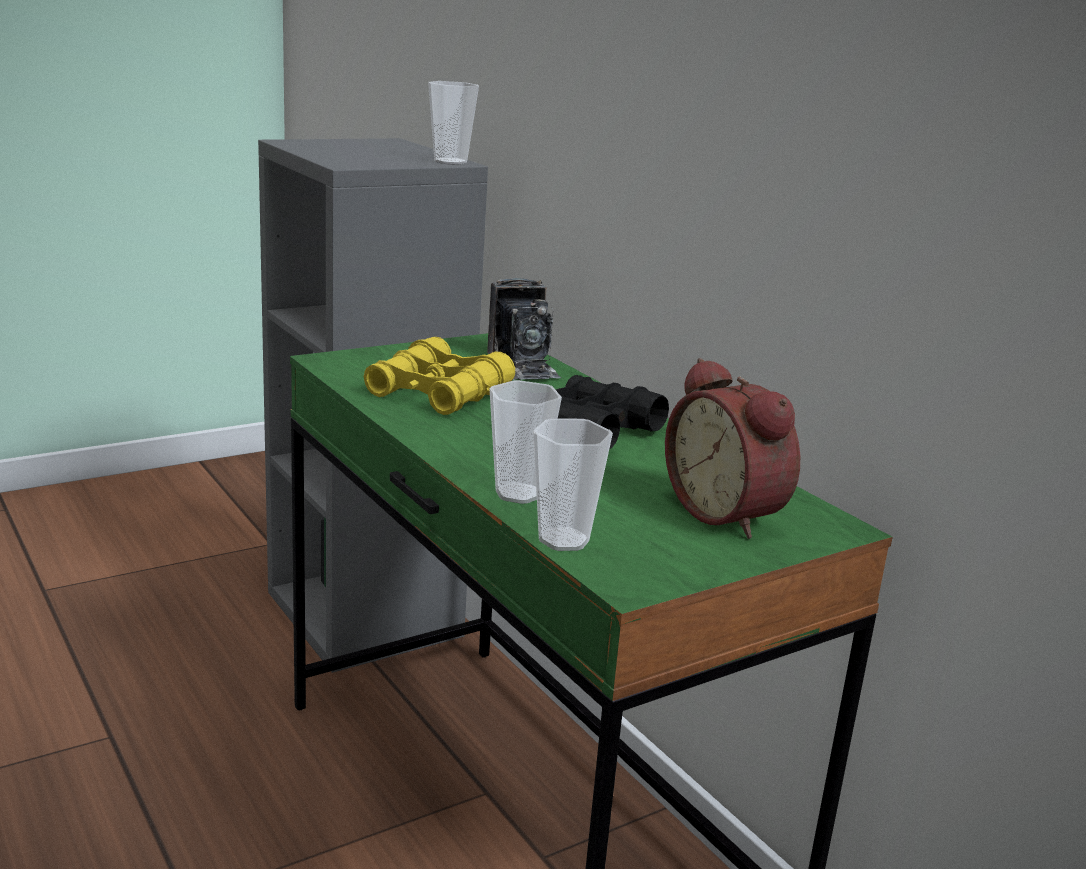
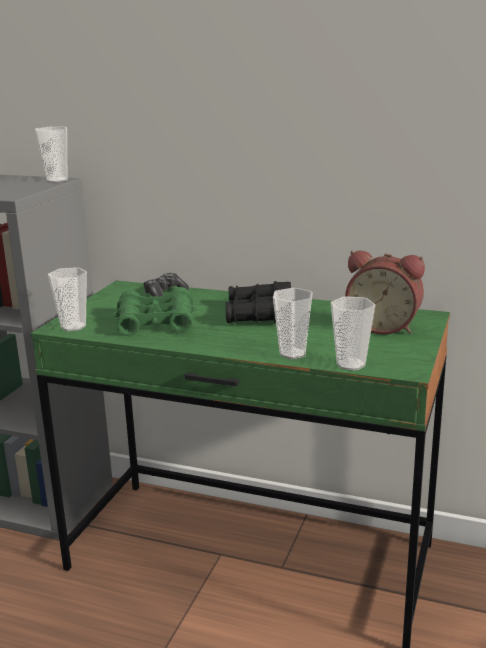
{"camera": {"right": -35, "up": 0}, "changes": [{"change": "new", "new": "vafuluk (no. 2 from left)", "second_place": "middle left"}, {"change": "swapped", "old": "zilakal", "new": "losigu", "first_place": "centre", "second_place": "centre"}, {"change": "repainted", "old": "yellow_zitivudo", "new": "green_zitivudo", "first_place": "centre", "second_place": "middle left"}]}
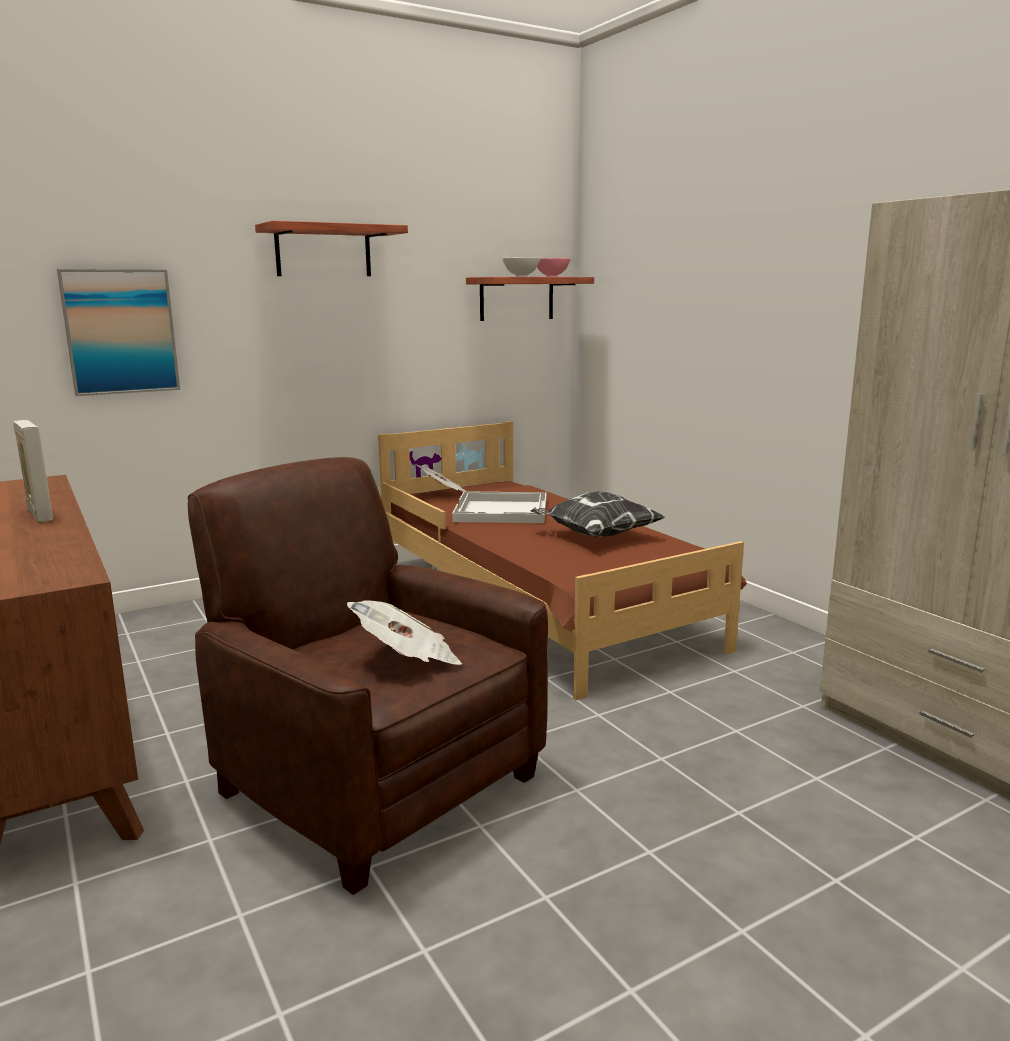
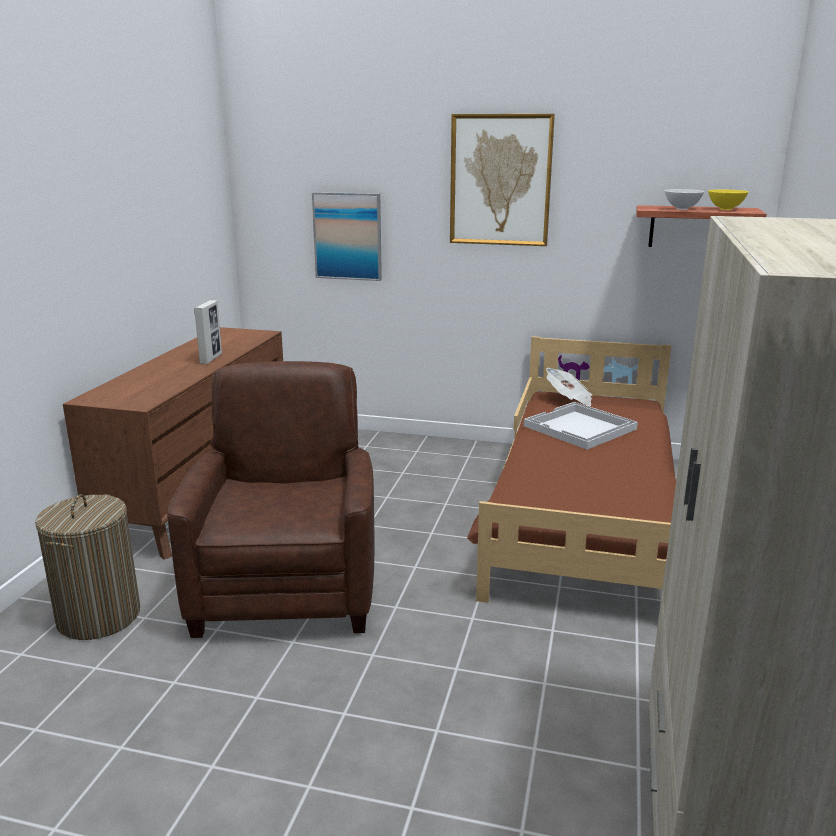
{"camera": {"right": 45, "up": 5}, "changes": [{"change": "gone", "old": "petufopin (no. 1 from left)", "first_place": "centre"}, {"change": "gone", "old": "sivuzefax", "first_place": "centre"}, {"change": "new", "new": "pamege", "second_place": "bottom left"}, {"change": "swapped", "old": "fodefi (no. 1 from left)", "new": "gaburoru (no. 2 from left)", "first_place": "top left", "second_place": "top centre"}, {"change": "repainted", "old": "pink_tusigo", "new": "yellow_tusigo", "first_place": "top centre", "second_place": "top right"}]}
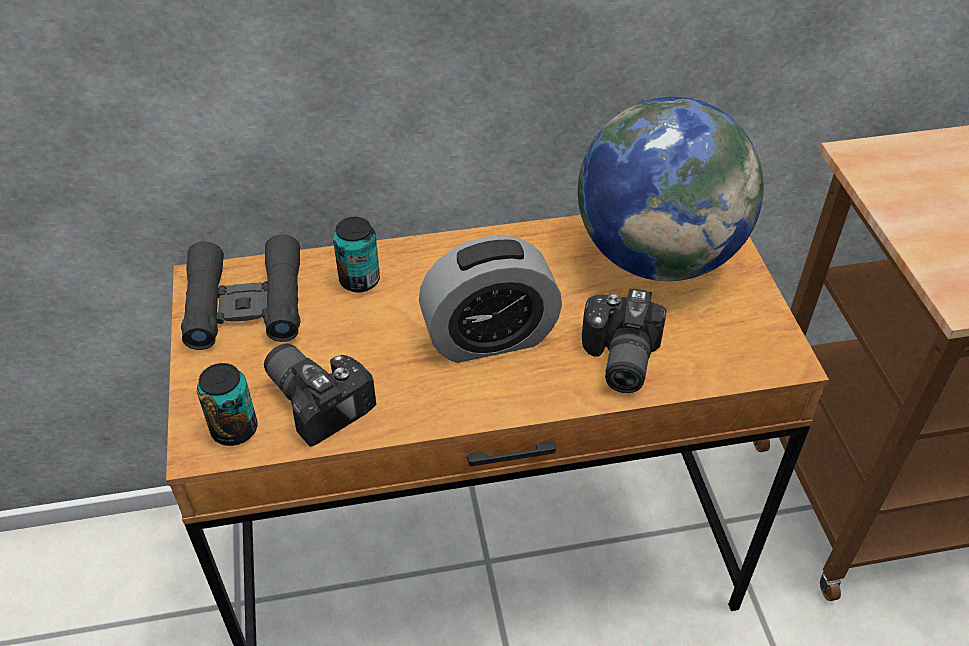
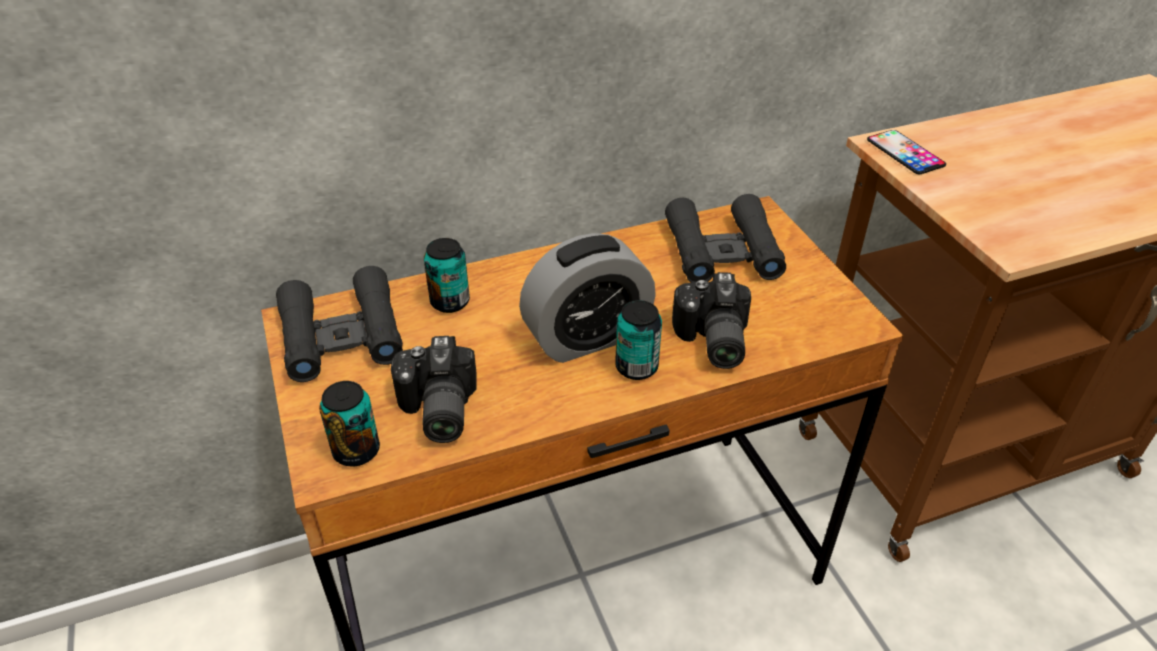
{"camera": {"right": -10, "up": -5}, "changes": [{"change": "new", "new": "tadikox (no. 3 from left)", "second_place": "centre"}, {"change": "new", "new": "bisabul", "second_place": "top right"}, {"change": "swapped", "old": "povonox", "new": "black_zitivudo (no. 2 from left)", "first_place": "top right", "second_place": "centre"}, {"change": "rotated", "old": "zilakal (no. 1 from left)", "first_place": "middle left", "second_place": "centre", "degrees": -135}]}
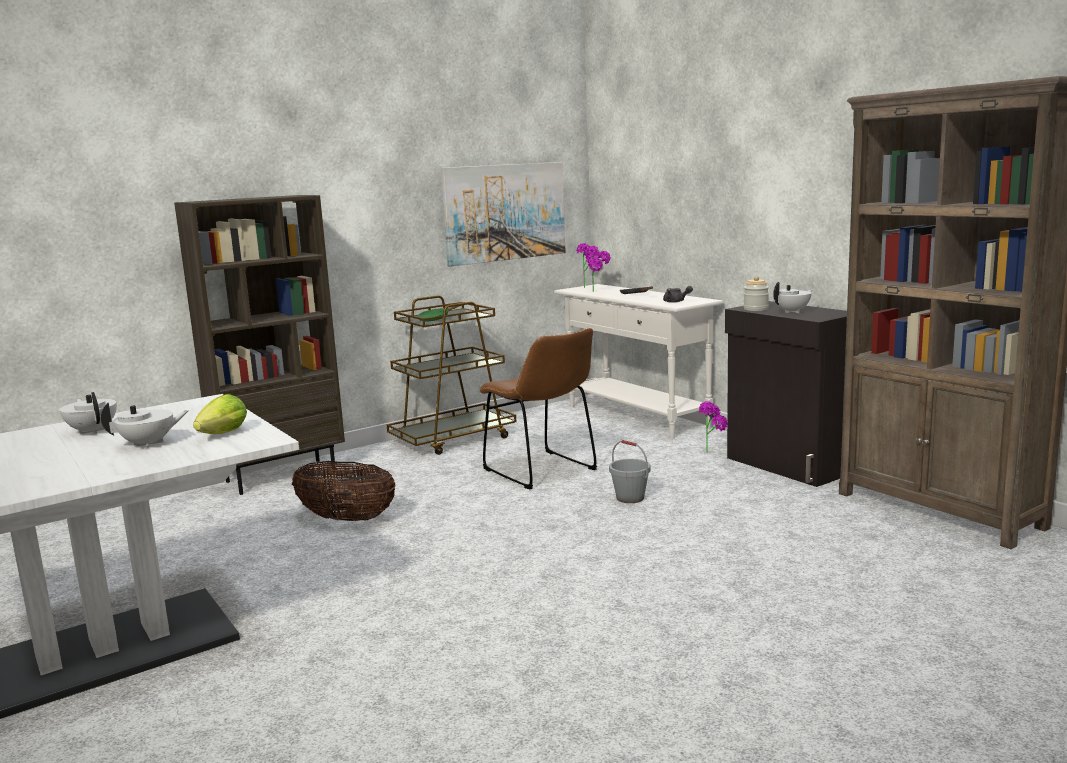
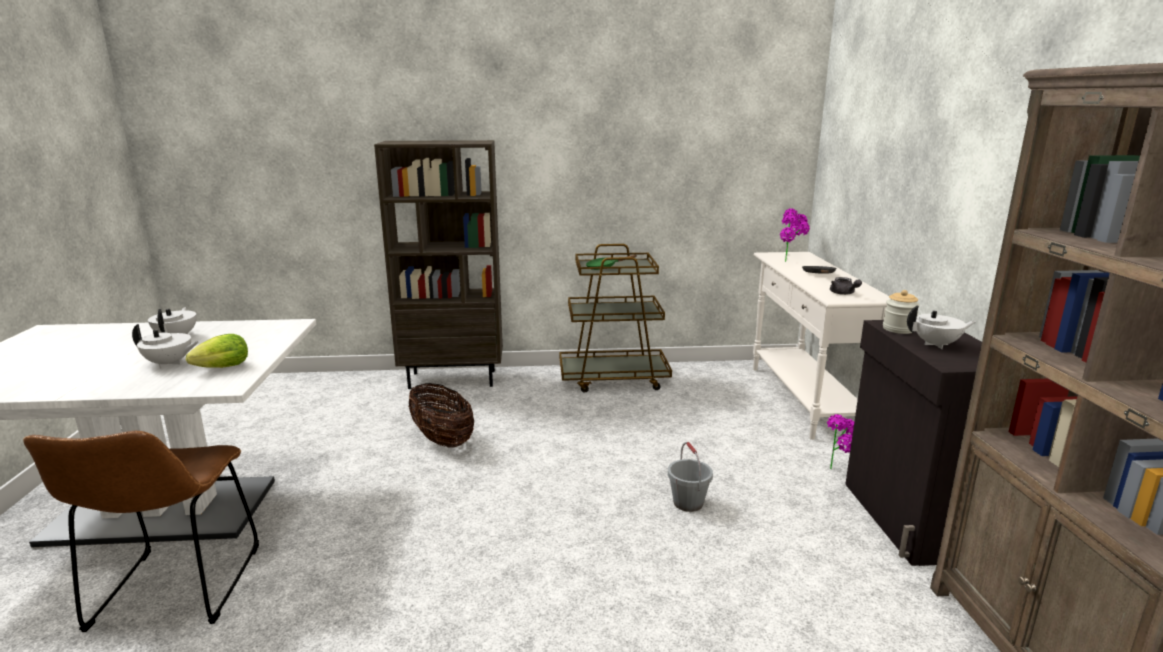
{"camera": {"right": 30, "up": 5}, "changes": [{"change": "gone", "old": "gaburoru", "first_place": "top centre"}, {"change": "shifted", "old": "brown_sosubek", "first_place": "centre", "second_place": "bottom left"}]}
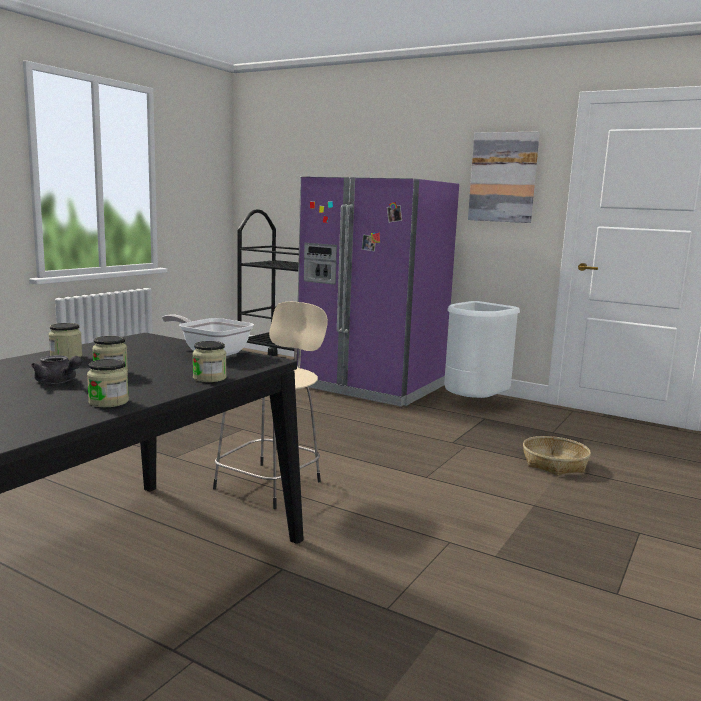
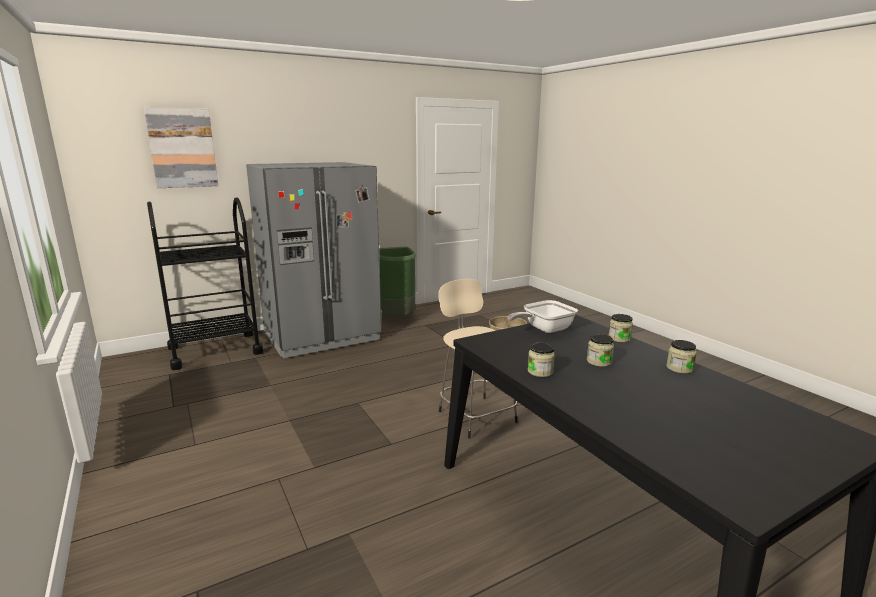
{"camera": {"right": -60, "up": 5}, "changes": [{"change": "gone", "old": "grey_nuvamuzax", "first_place": "middle left"}, {"change": "shifted", "old": "gaburoru", "first_place": "top right", "second_place": "top left"}, {"change": "repainted", "old": "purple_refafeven", "new": "grey_refafeven", "first_place": "centre", "second_place": "centre"}, {"change": "repainted", "old": "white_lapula", "new": "green_lapula", "first_place": "middle right", "second_place": "centre"}]}
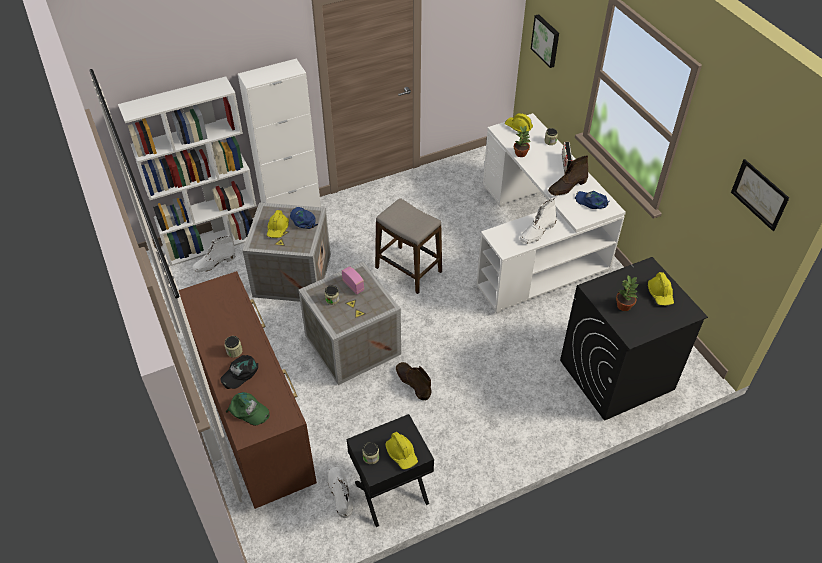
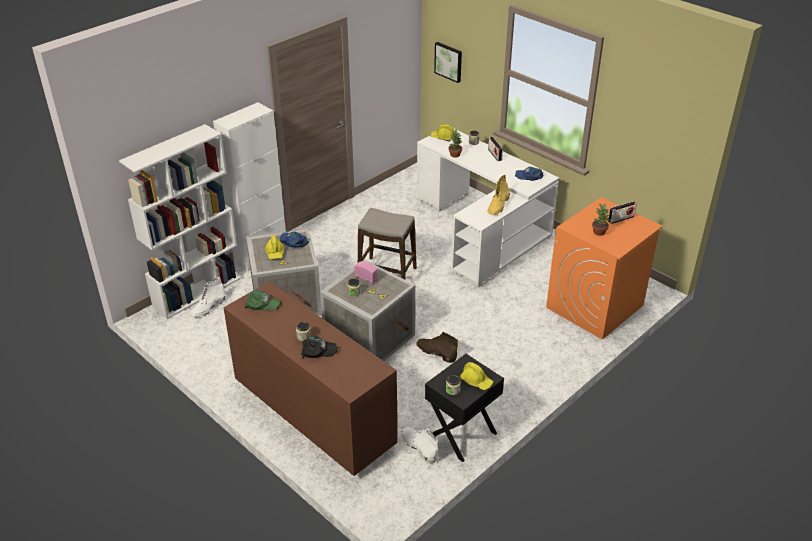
{"camera": {"right": -20, "up": -10}, "changes": [{"change": "gone", "old": "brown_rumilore (no. 2 from left)", "first_place": "top right"}, {"change": "gone", "old": "gaburoru (no. 2 from left)", "first_place": "middle right"}, {"change": "shifted", "old": "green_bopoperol", "first_place": "bottom left", "second_place": "middle left"}, {"change": "swapped", "old": "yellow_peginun (no. 4 from left)", "new": "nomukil (no. 3 from left)", "first_place": "middle right", "second_place": "middle right"}, {"change": "repainted", "old": "white_rumilore (no. 3 from left)", "new": "yellow_rumilore", "first_place": "centre", "second_place": "centre"}, {"change": "repainted", "old": "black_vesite", "new": "orange_vesite", "first_place": "middle right", "second_place": "middle right"}, {"change": "rotated", "old": "black_bopoperol", "first_place": "middle left", "second_place": "centre", "degrees": -120}]}
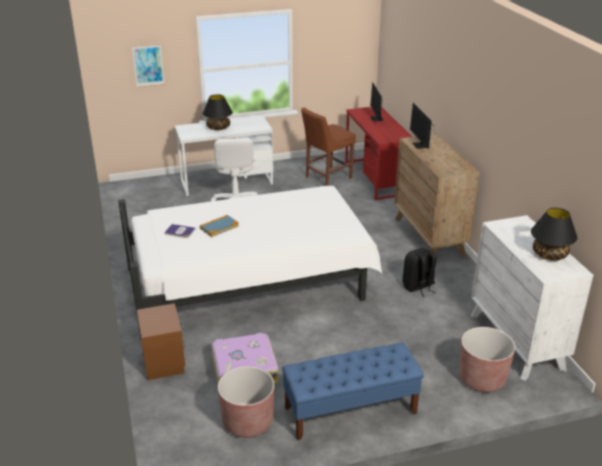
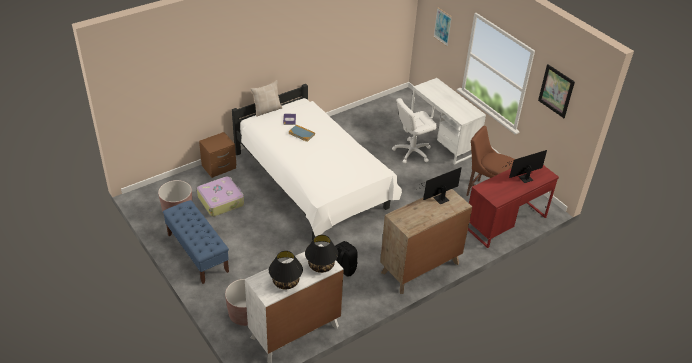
{"camera": {"right": 70, "up": 10}, "changes": [{"change": "new", "new": "beige_sivuzefax", "second_place": "top centre"}, {"change": "new", "new": "gaburoru (no. 2 from left)", "second_place": "top right"}, {"change": "shifted", "old": "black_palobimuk (no. 1 from left in the first image)", "new": "black_palobimuk (no. 2 from left)", "first_place": "top centre", "second_place": "bottom centre"}]}
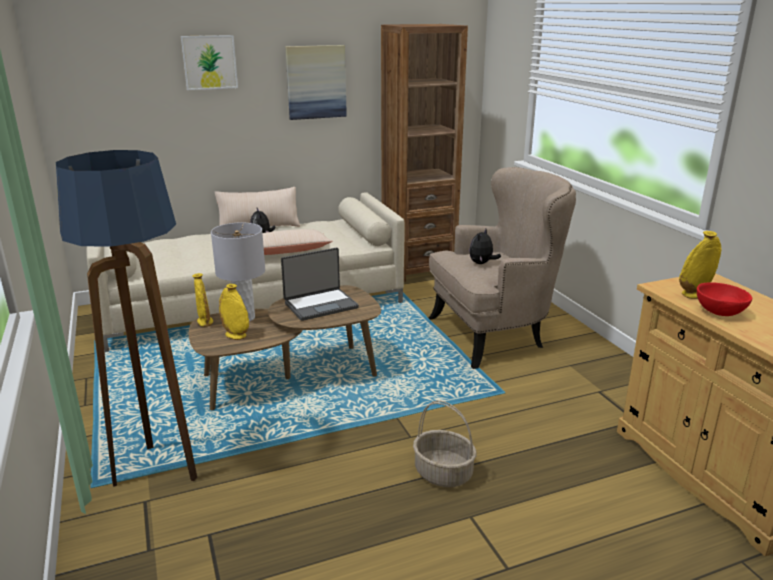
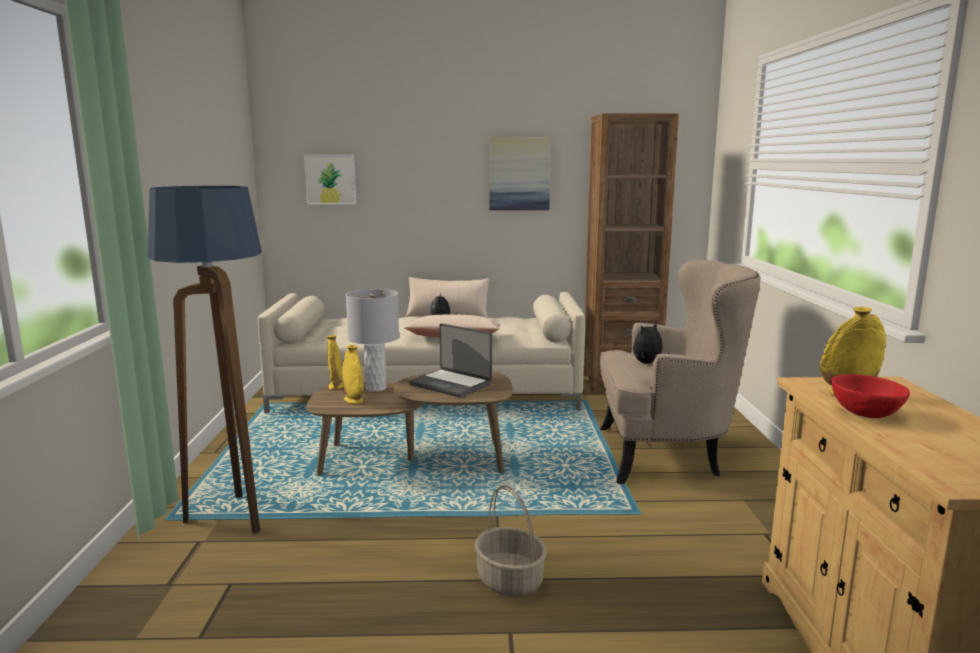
{"camera": {"right": 20, "up": -10}, "changes": [{"change": "shifted", "old": "gaburoru (no. 1 from left)", "first_place": "top left", "second_place": "top centre"}, {"change": "rotated", "old": "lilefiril", "first_place": "centre", "second_place": "centre", "degrees": 45}]}
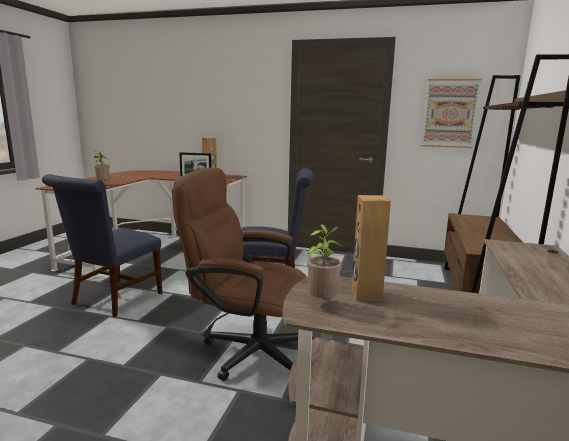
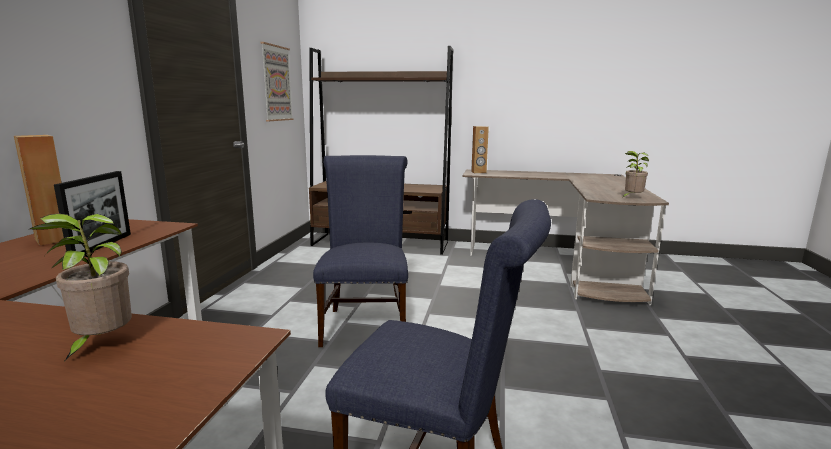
{"camera": {"right": -95, "up": 0}, "changes": [{"change": "gone", "old": "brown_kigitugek", "first_place": "centre"}, {"change": "shifted", "old": "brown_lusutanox (no. 2 from left)", "first_place": "centre", "second_place": "top centre"}]}
